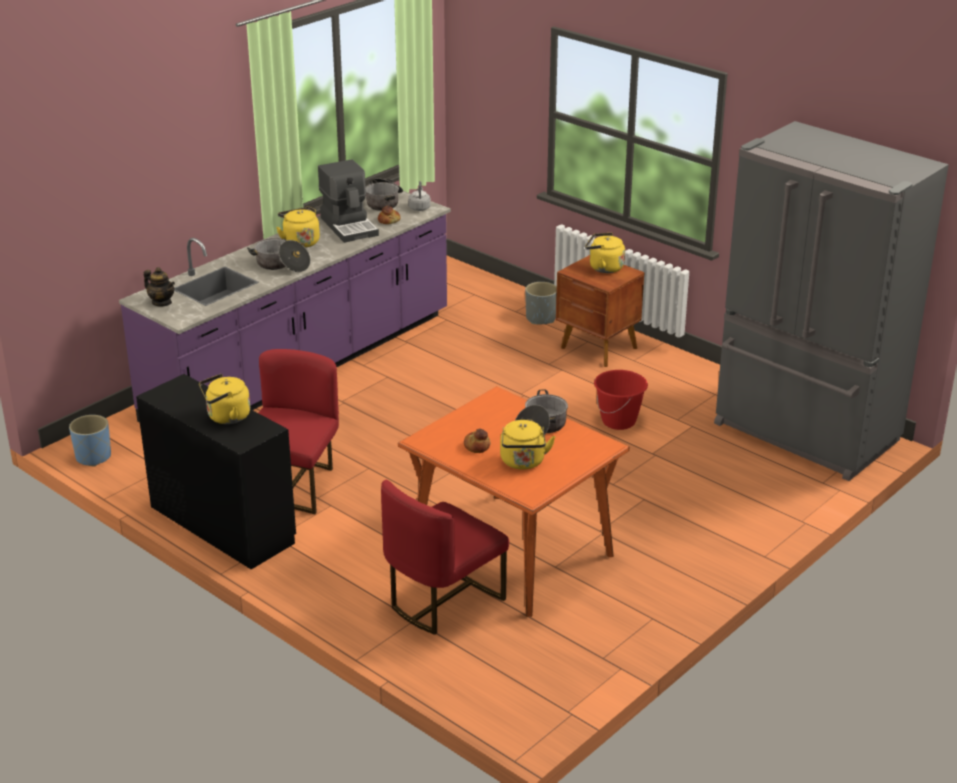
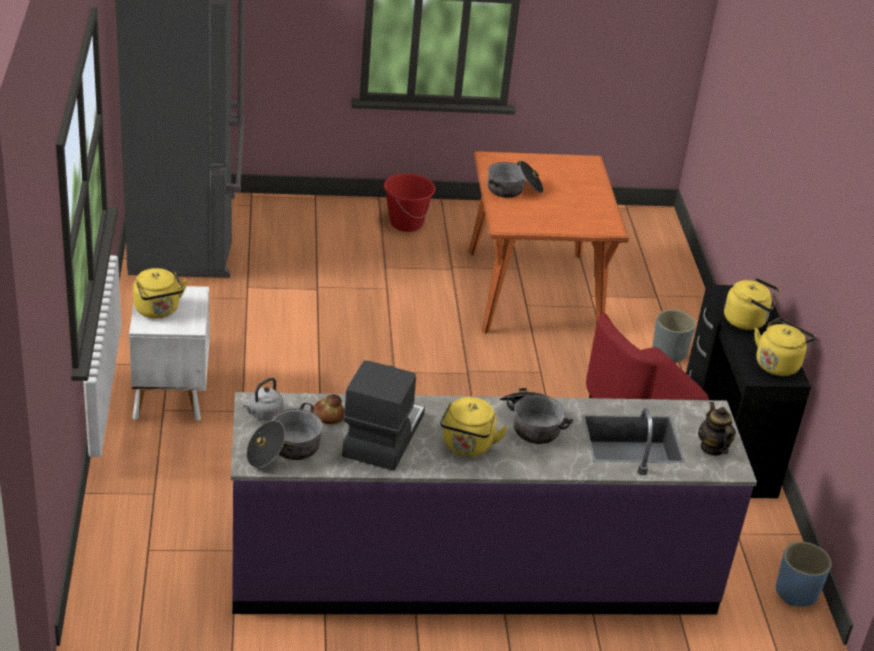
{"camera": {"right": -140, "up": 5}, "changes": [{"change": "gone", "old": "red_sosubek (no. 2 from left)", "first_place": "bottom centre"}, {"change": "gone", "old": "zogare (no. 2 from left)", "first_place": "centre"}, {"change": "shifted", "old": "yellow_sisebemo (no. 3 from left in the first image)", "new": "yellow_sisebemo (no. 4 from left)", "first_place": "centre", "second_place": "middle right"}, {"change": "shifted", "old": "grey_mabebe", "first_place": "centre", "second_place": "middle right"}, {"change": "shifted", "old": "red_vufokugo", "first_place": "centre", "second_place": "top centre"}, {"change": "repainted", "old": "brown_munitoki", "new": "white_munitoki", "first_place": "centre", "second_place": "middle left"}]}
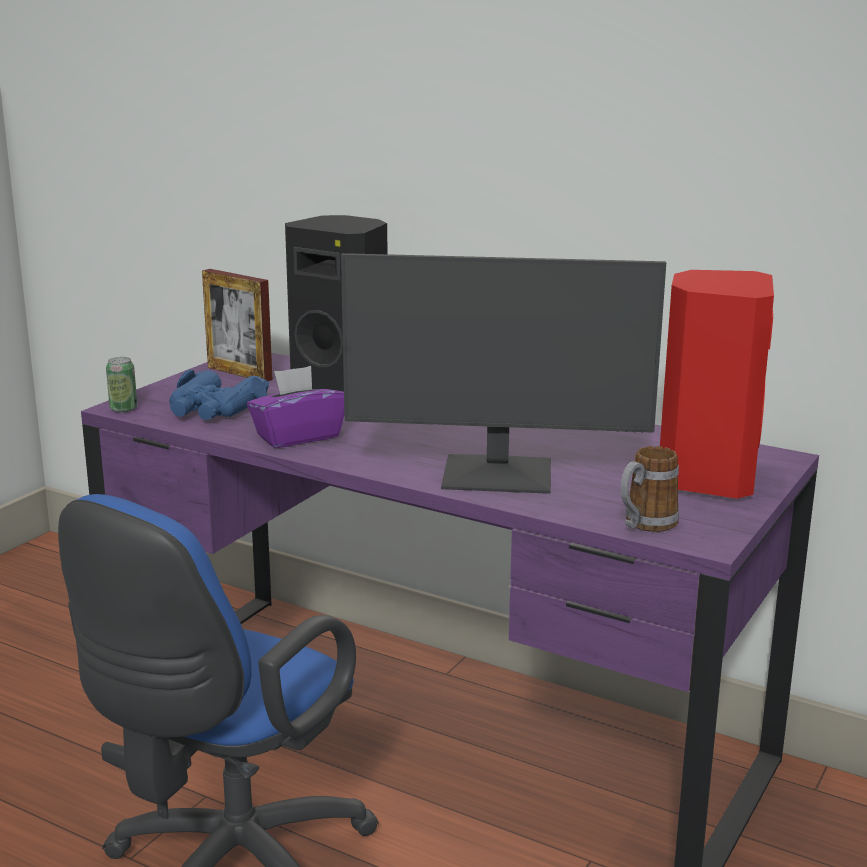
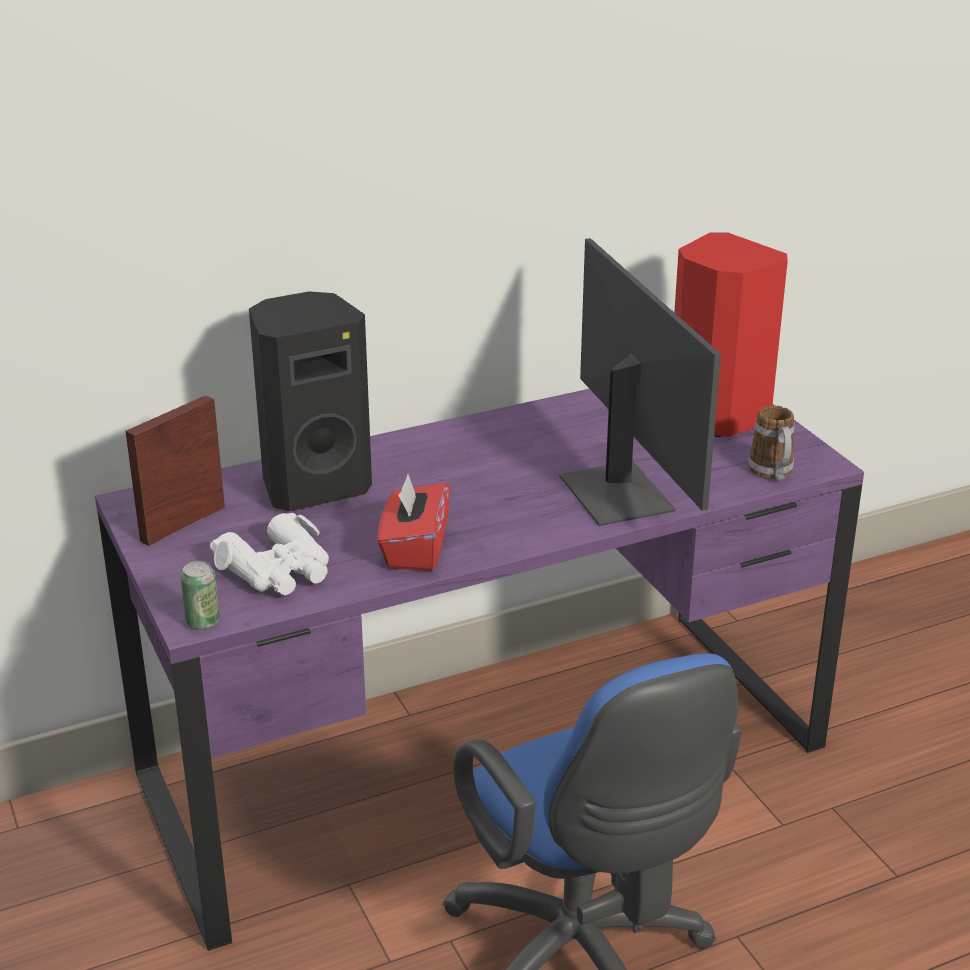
{"camera": {"right": -55, "up": 10}, "changes": [{"change": "repainted", "old": "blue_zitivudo", "new": "white_zitivudo", "first_place": "middle left", "second_place": "middle left"}, {"change": "repainted", "old": "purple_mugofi", "new": "red_mugofi", "first_place": "centre", "second_place": "centre"}, {"change": "rotated", "old": "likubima", "first_place": "middle left", "second_place": "middle left", "degrees": 150}, {"change": "rotated", "old": "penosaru", "first_place": "centre", "second_place": "centre", "degrees": -60}]}
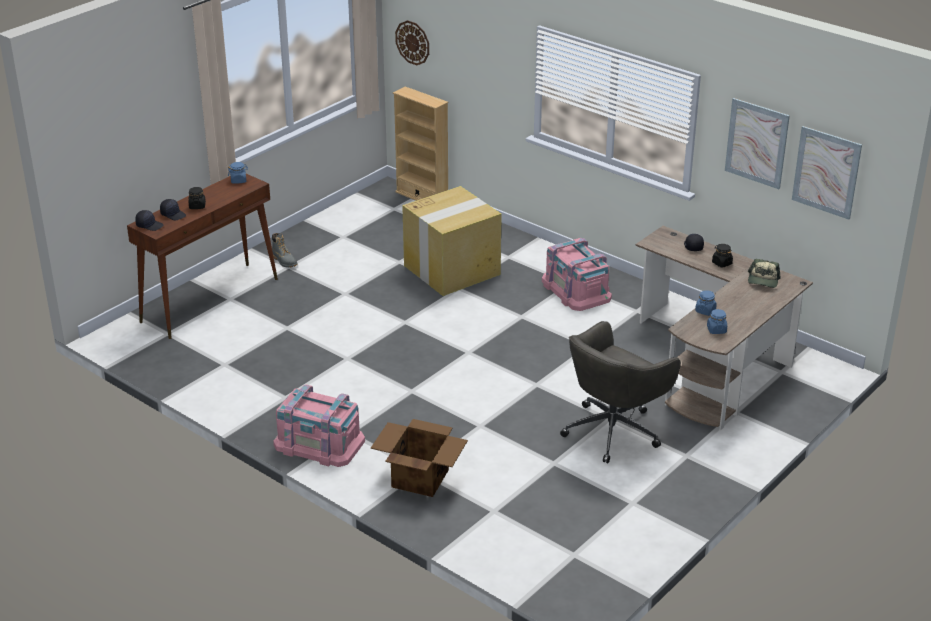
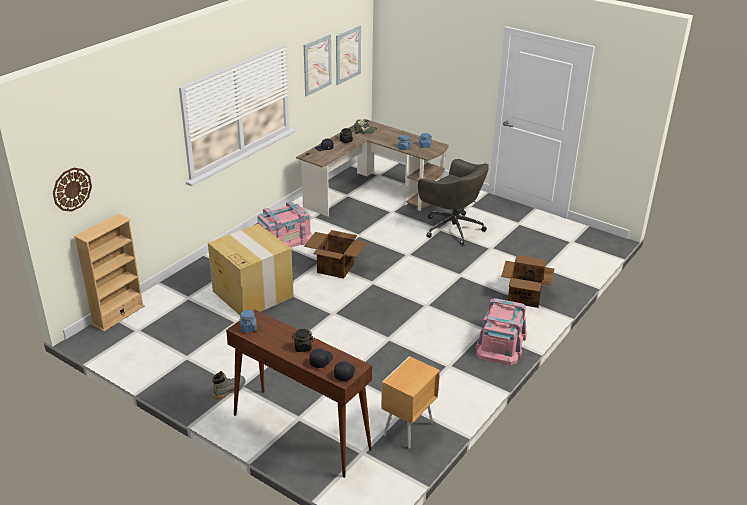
{"camera": {"right": -95, "up": 0}, "changes": [{"change": "new", "new": "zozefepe (no. 2 from left)", "second_place": "centre"}, {"change": "new", "new": "brown_munitoki", "second_place": "bottom centre"}]}
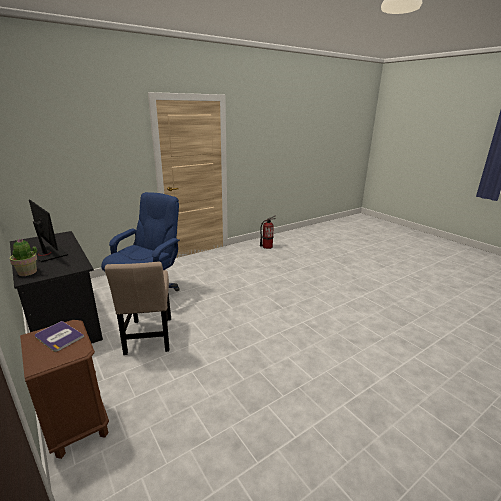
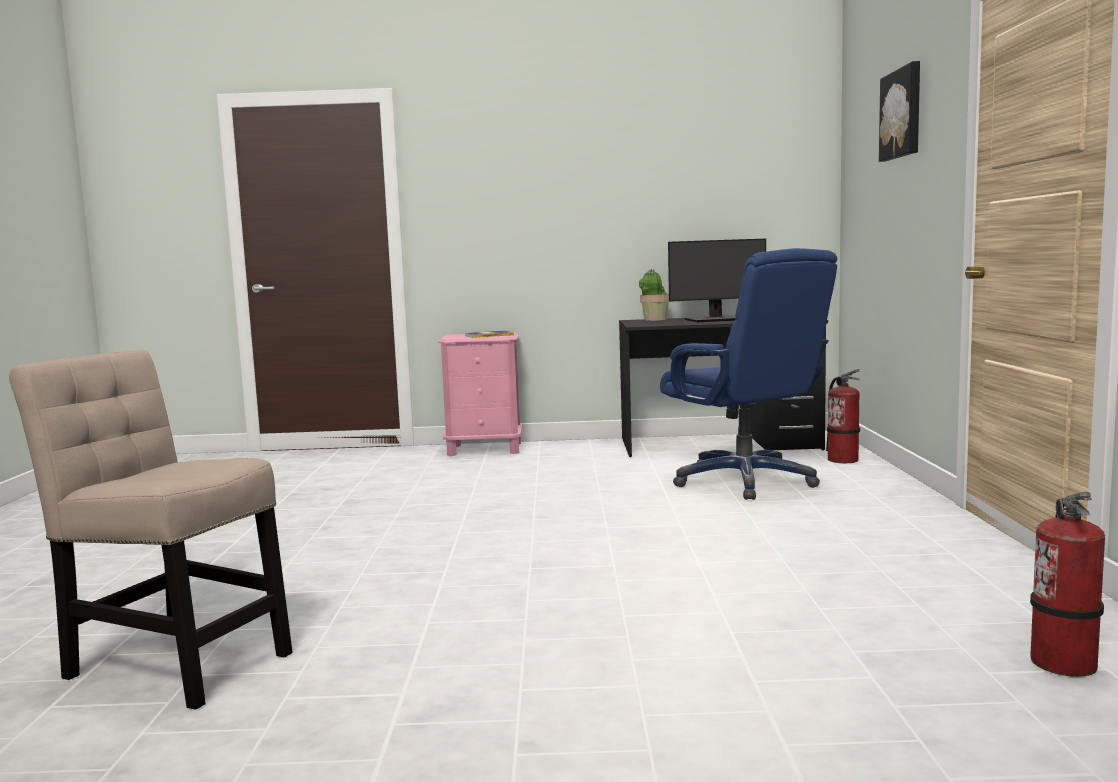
{"camera": {"right": 125, "up": -15}, "changes": [{"change": "new", "new": "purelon (no. 1 from left)", "second_place": "middle right"}, {"change": "new", "new": "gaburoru", "second_place": "top right"}, {"change": "shifted", "old": "beige_sosubek", "first_place": "middle left", "second_place": "bottom left"}, {"change": "repainted", "old": "brown_munitoki", "new": "pink_munitoki", "first_place": "bottom left", "second_place": "centre"}]}
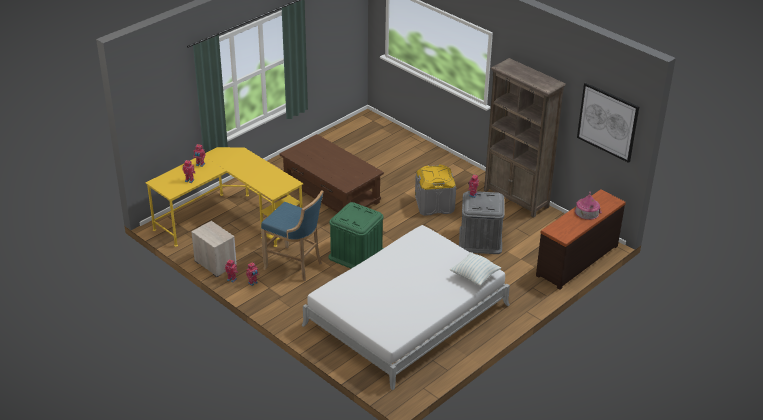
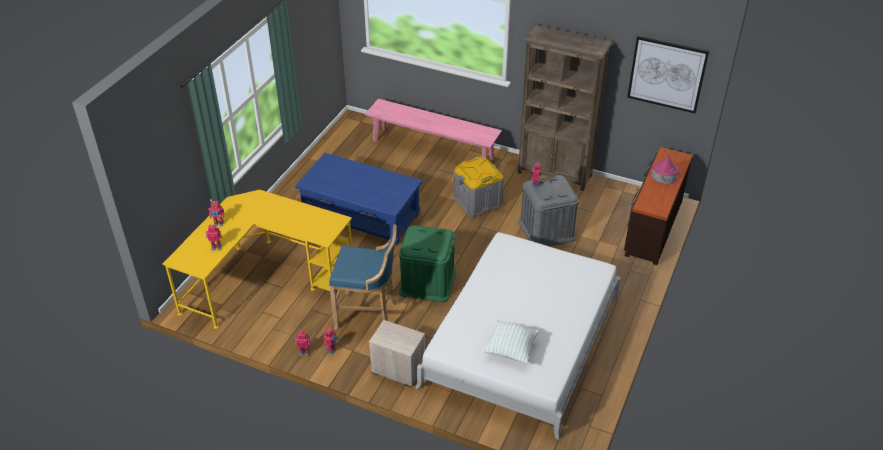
{"camera": {"right": -20, "up": 5}, "changes": [{"change": "new", "new": "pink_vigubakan", "second_place": "top centre"}, {"change": "shifted", "old": "munitoki", "first_place": "middle left", "second_place": "bottom centre"}, {"change": "shifted", "old": "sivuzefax", "first_place": "centre", "second_place": "bottom centre"}, {"change": "repainted", "old": "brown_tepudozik", "new": "blue_tepudozik", "first_place": "centre", "second_place": "centre"}]}
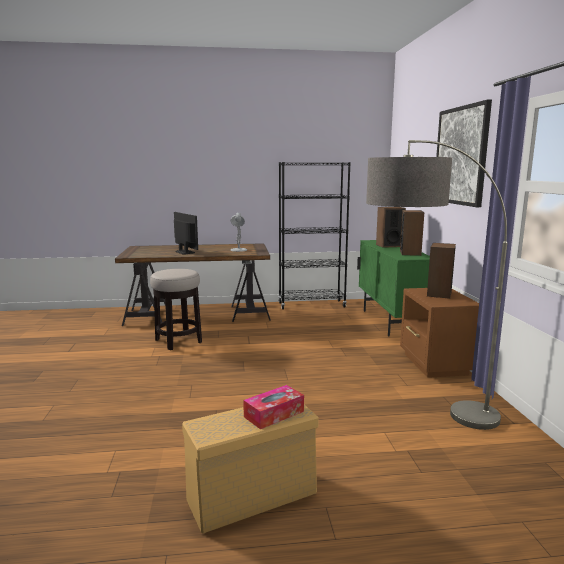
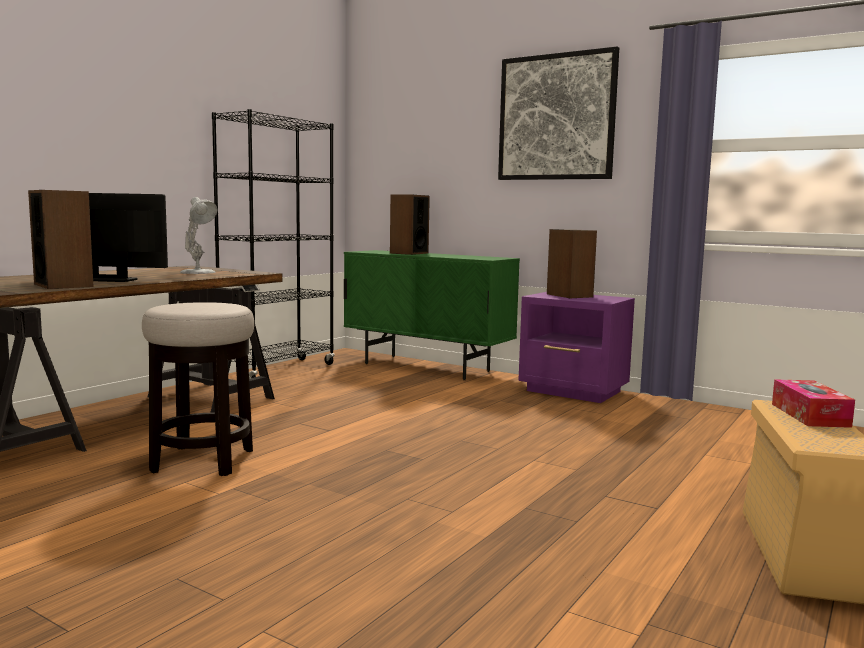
{"camera": {"right": -50, "up": -5}, "changes": [{"change": "gone", "old": "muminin", "first_place": "middle right"}, {"change": "shifted", "old": "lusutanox (no. 2 from left in the first image)", "new": "lusutanox (no. 1 from left)", "first_place": "middle right", "second_place": "middle left"}, {"change": "repainted", "old": "brown_munitoki", "new": "purple_munitoki", "first_place": "middle right", "second_place": "middle right"}]}
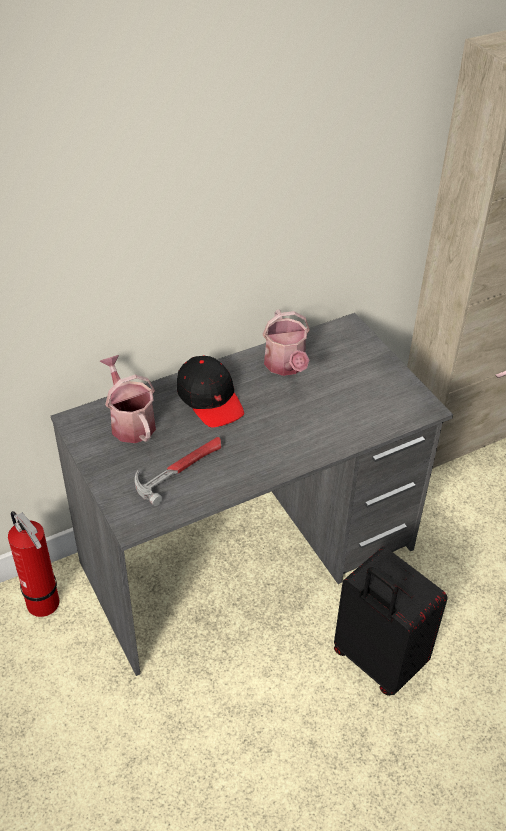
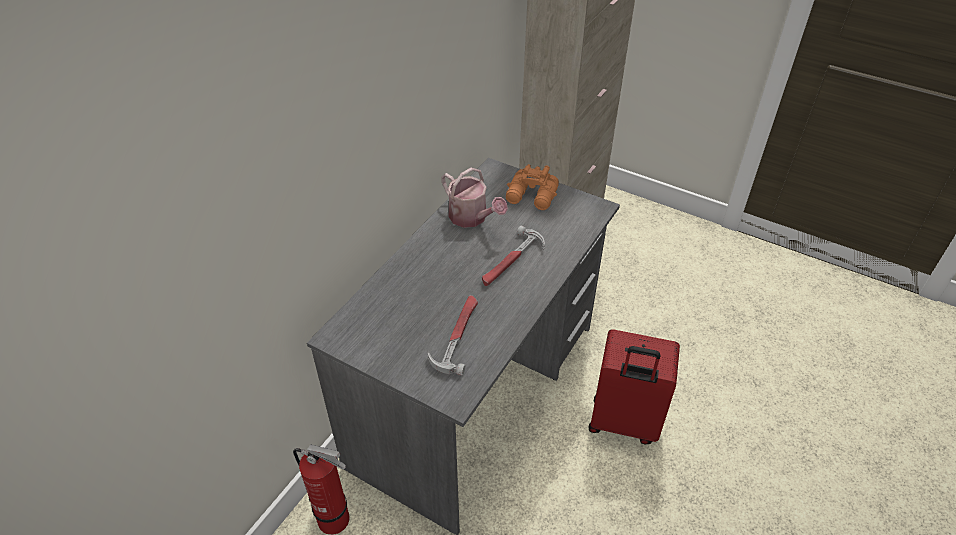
{"camera": {"right": -30, "up": 0}, "changes": [{"change": "gone", "old": "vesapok (no. 1 from left)", "first_place": "middle left"}, {"change": "gone", "old": "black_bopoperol", "first_place": "centre"}, {"change": "new", "new": "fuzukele (no. 2 from left)", "second_place": "centre"}, {"change": "new", "new": "orange_zitivudo", "second_place": "centre"}, {"change": "repainted", "old": "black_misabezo", "new": "red_misabezo", "first_place": "bottom right", "second_place": "bottom centre"}]}
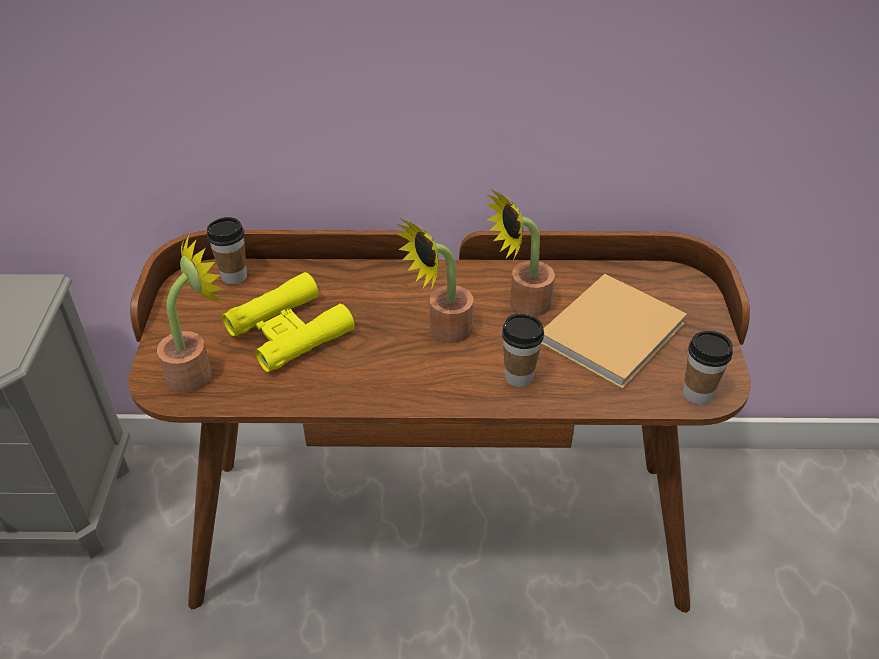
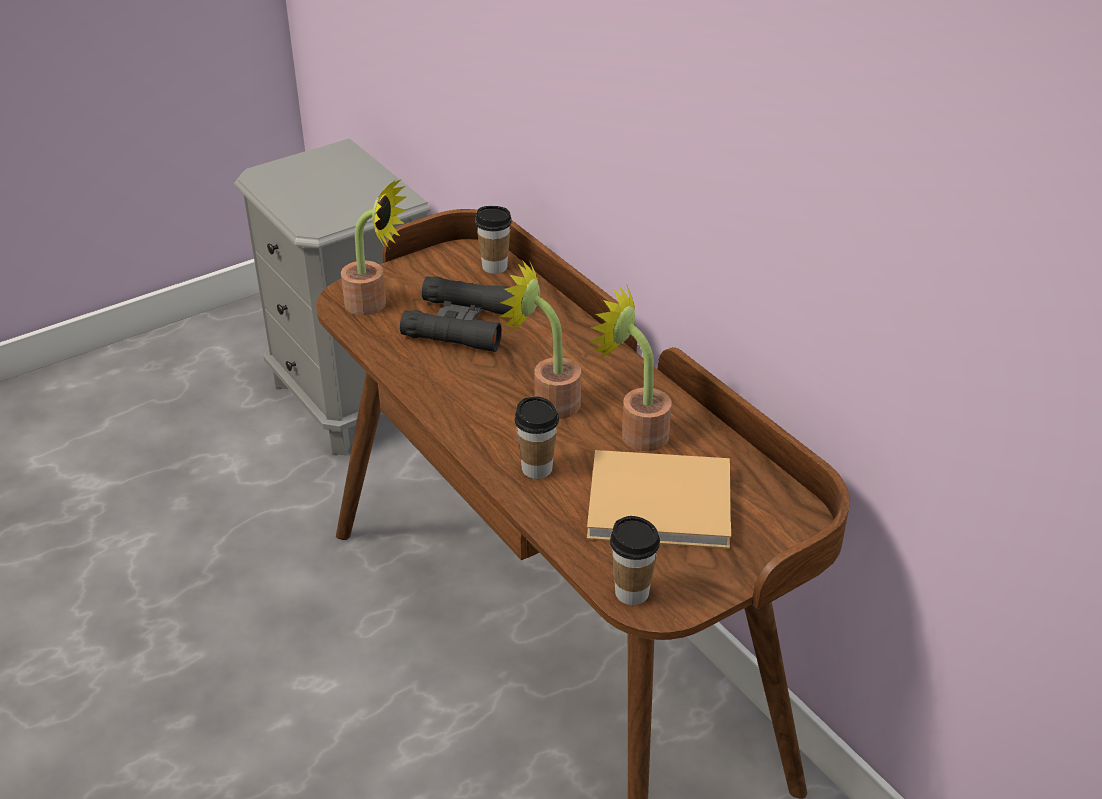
{"camera": {"right": 55, "up": -5}, "changes": [{"change": "repainted", "old": "yellow_zitivudo", "new": "black_zitivudo", "first_place": "middle left", "second_place": "centre"}]}
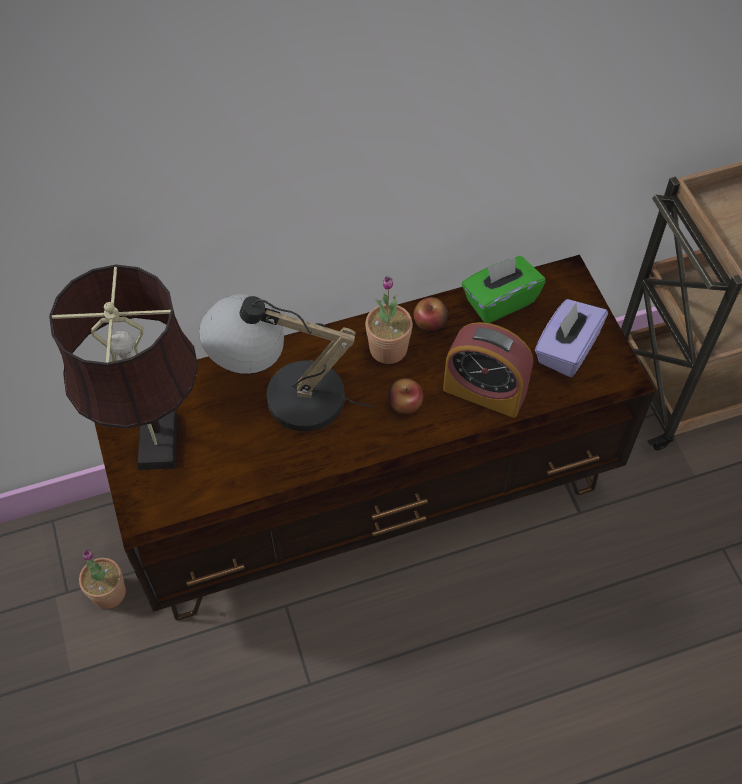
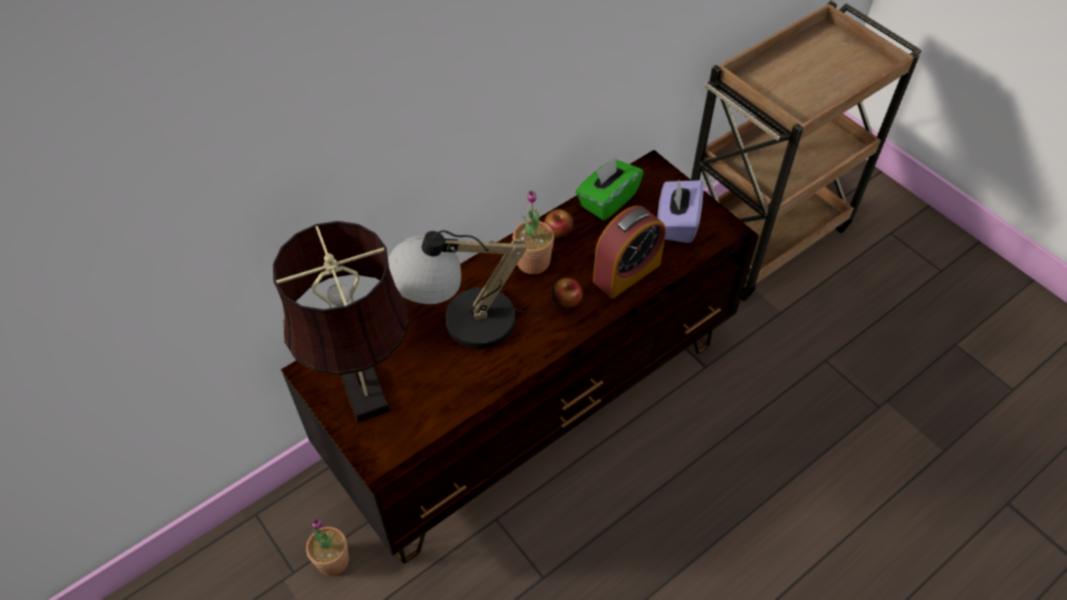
{"camera": {"right": -20, "up": -5}, "changes": [{"change": "rotated", "old": "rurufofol", "first_place": "centre", "second_place": "centre", "degrees": -45}]}
